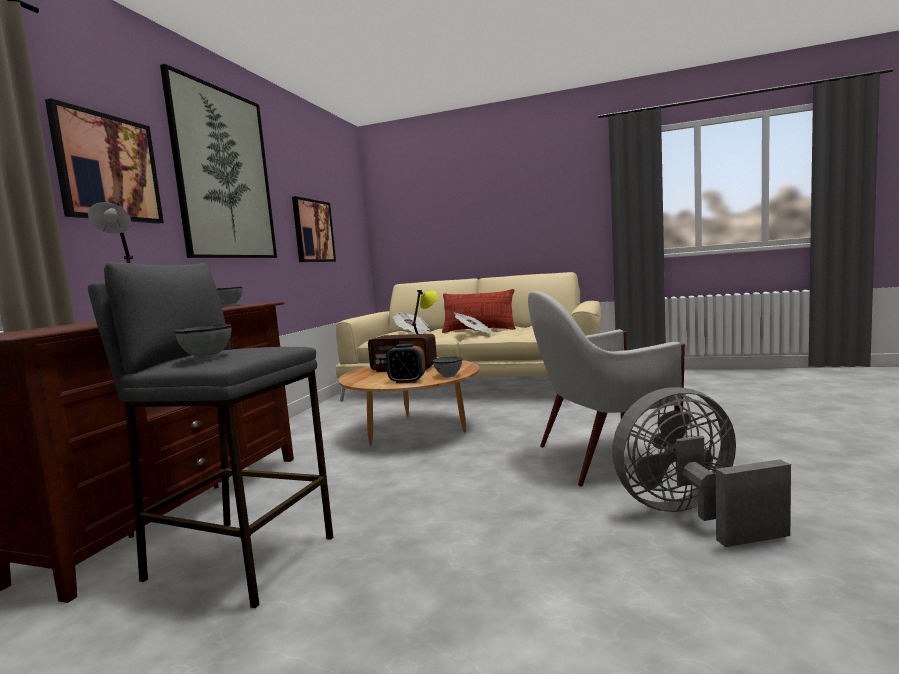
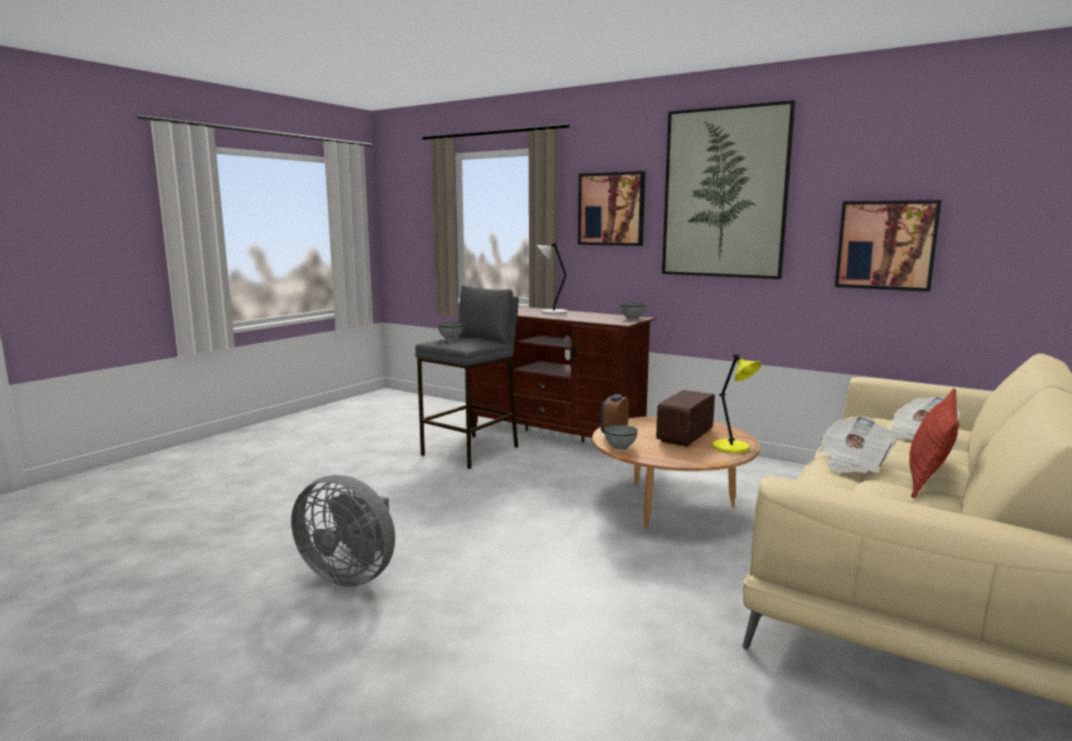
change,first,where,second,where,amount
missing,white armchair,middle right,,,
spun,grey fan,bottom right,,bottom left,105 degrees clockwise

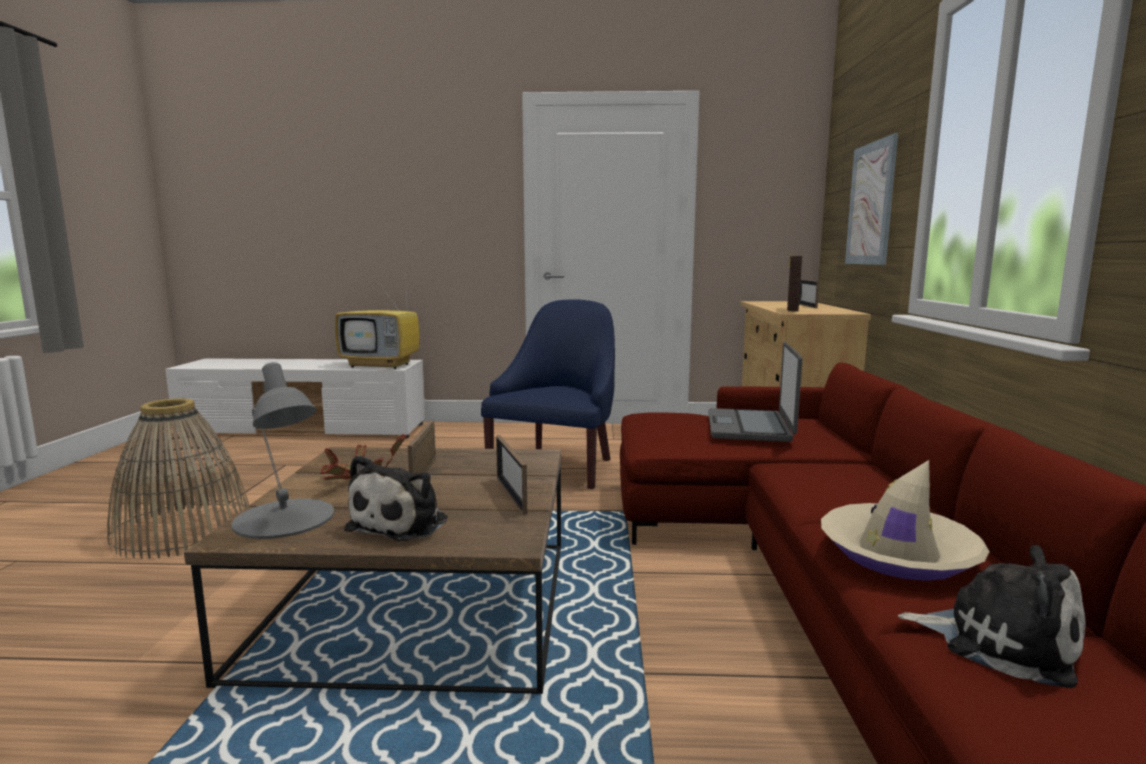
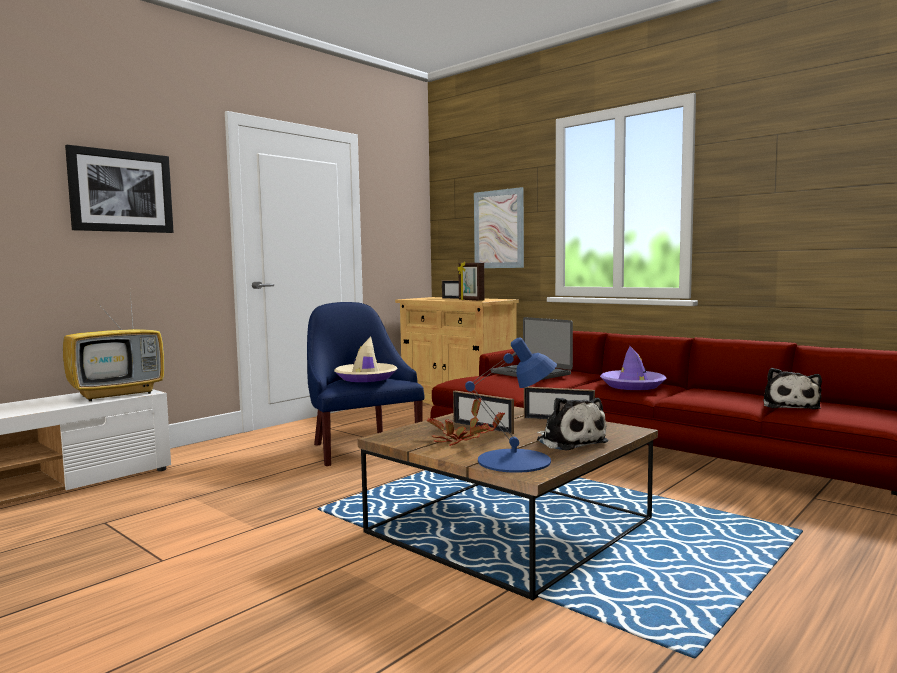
change,first,where,second,where,amount
colour,grey table lamp,middle left,blue table lamp,centre,
missing,basket,middle left,,,
relocated,beige hat,bottom right,,centre,
spun,plush toy (no. 2 from left),bottom right,,middle right,120 degrees clockwise
appeared,,,picture (no. 1 from left),top left,
appeared,,,purple hat,middle right,

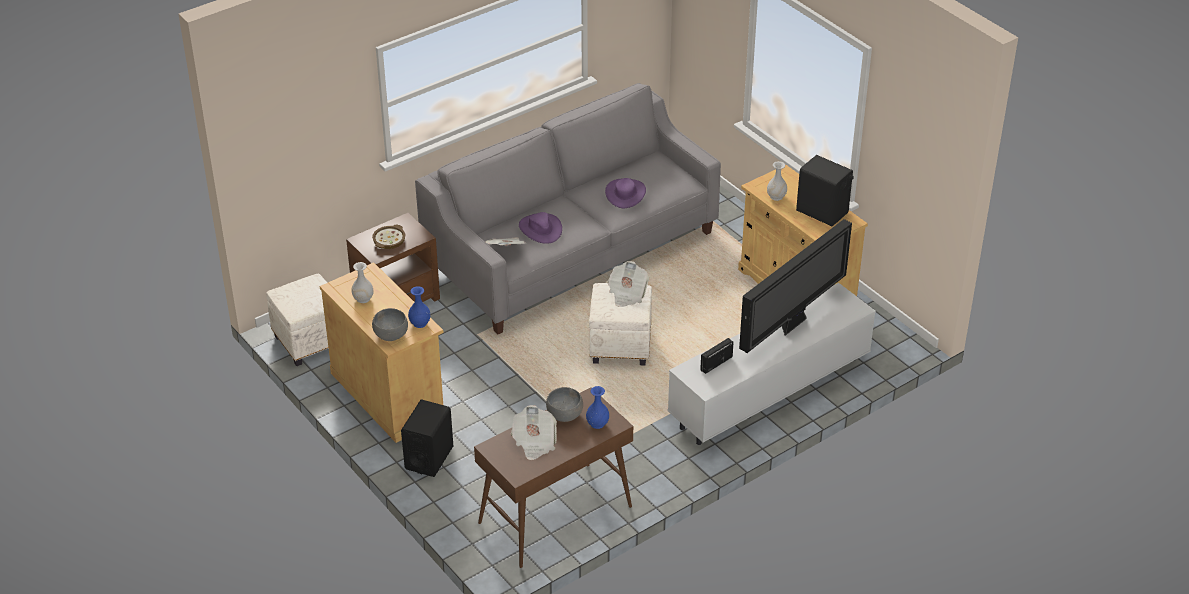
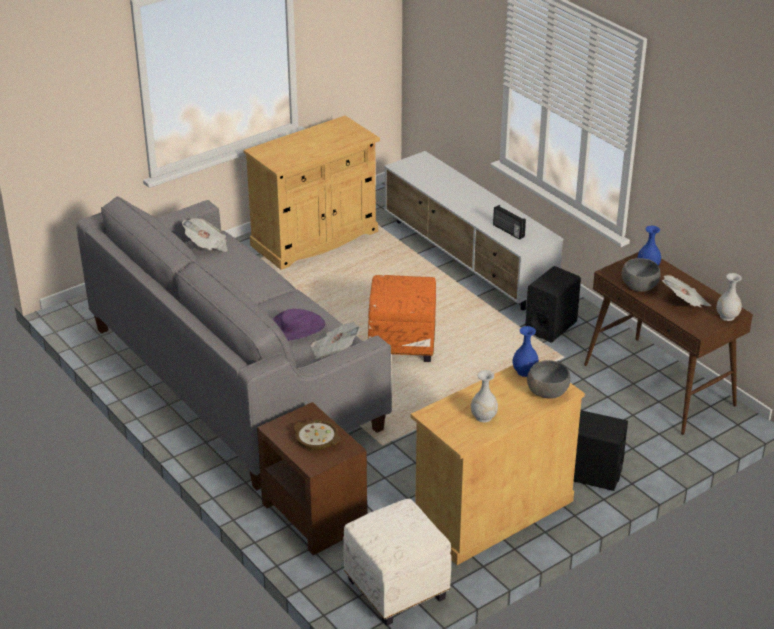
change,first,where,second,where,amount
relocated,black speaker (no. 2 from left in the first image),top right,black speaker (no. 1 from left),middle right,
relocated,white vase (no. 2 from left),top centre,,middle right,
missing,purple hat (no. 2 from left),top centre,,,
missing,television,middle right,,,
relocated,newspaper (no. 3 from left in the first image),centre,newspaper (no. 1 from left),middle left,
colour,white ottoman (no. 2 from left),centre,orange ottoman,centre,

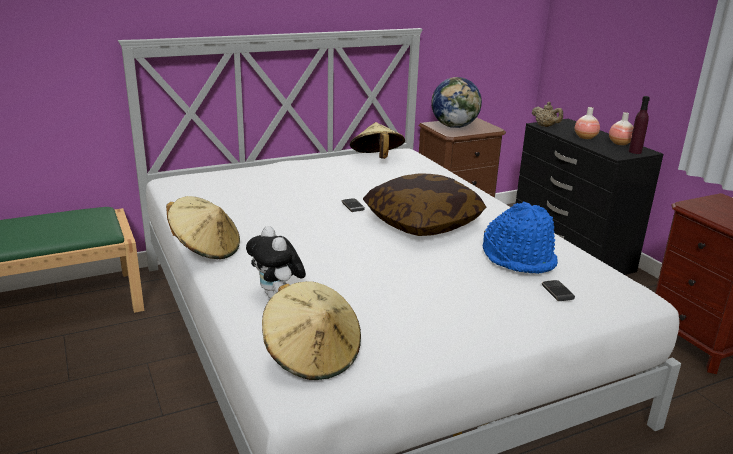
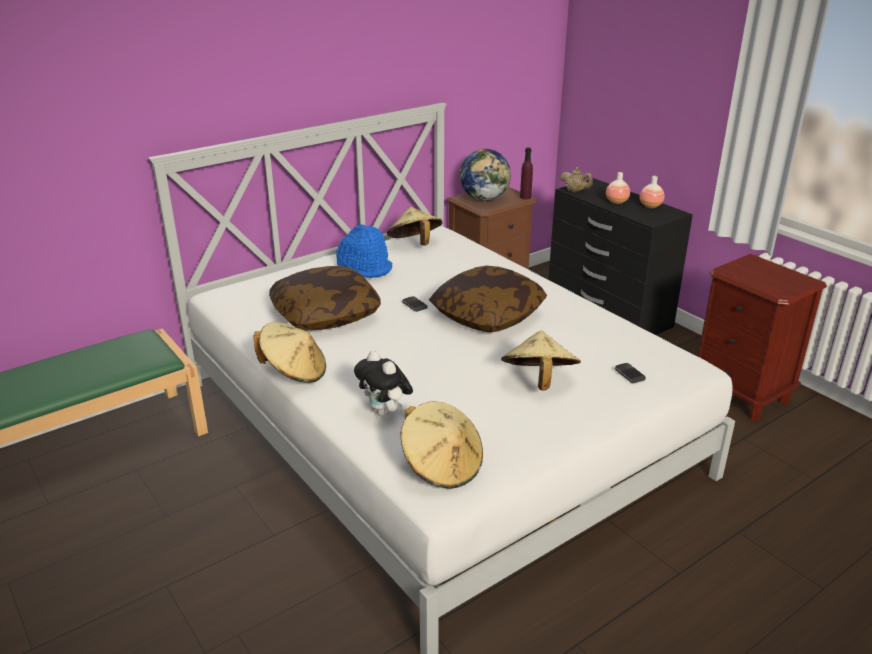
change,first,where,second,where,amount
relocated,purple bottle,top right,,top centre,
relocated,blue hat,middle right,,centre,
appeared,,,pillow (no. 1 from left),centre,
appeared,,,beige hat (no. 4 from left),centre,

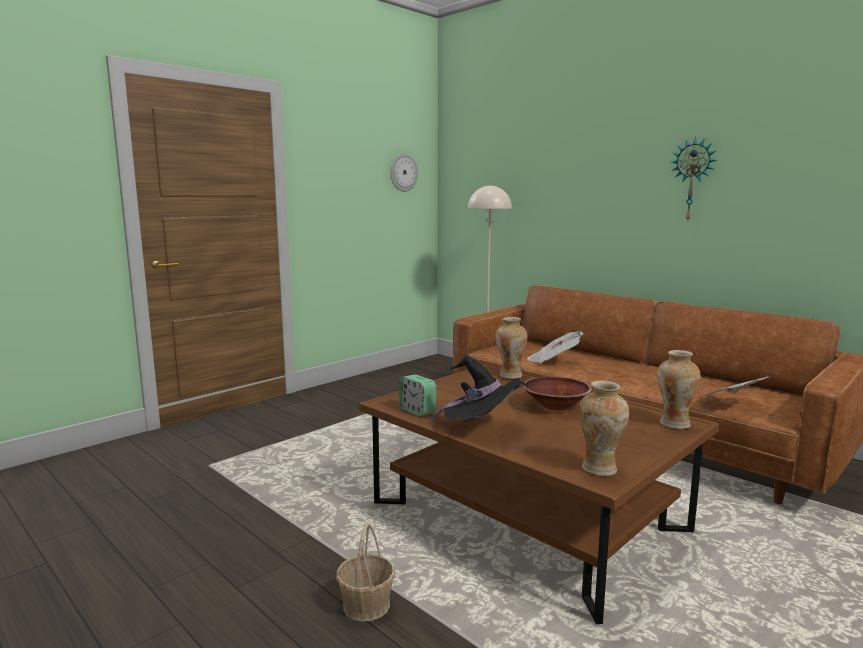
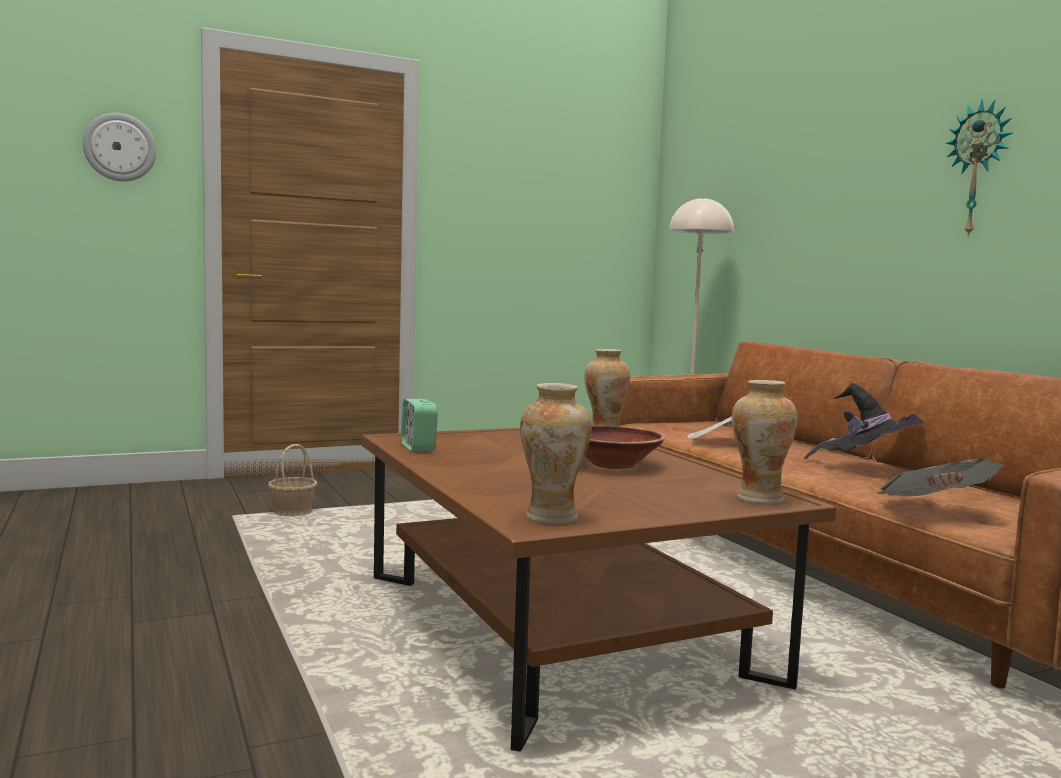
change,first,where,second,where,amount
relocated,wall clock (no. 1 from left),top centre,,top left,
relocated,black hat,centre,,middle right,
relocated,basket,bottom centre,,middle left,

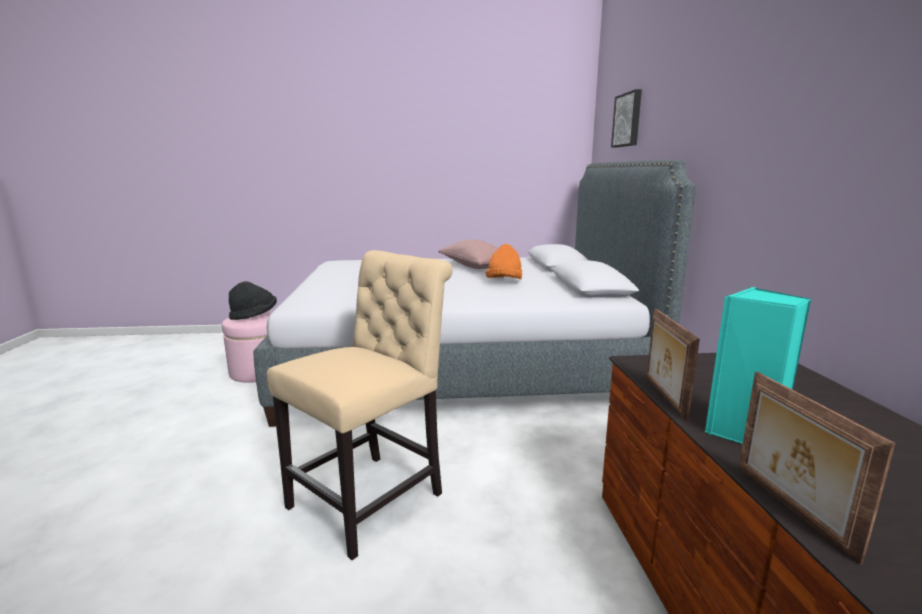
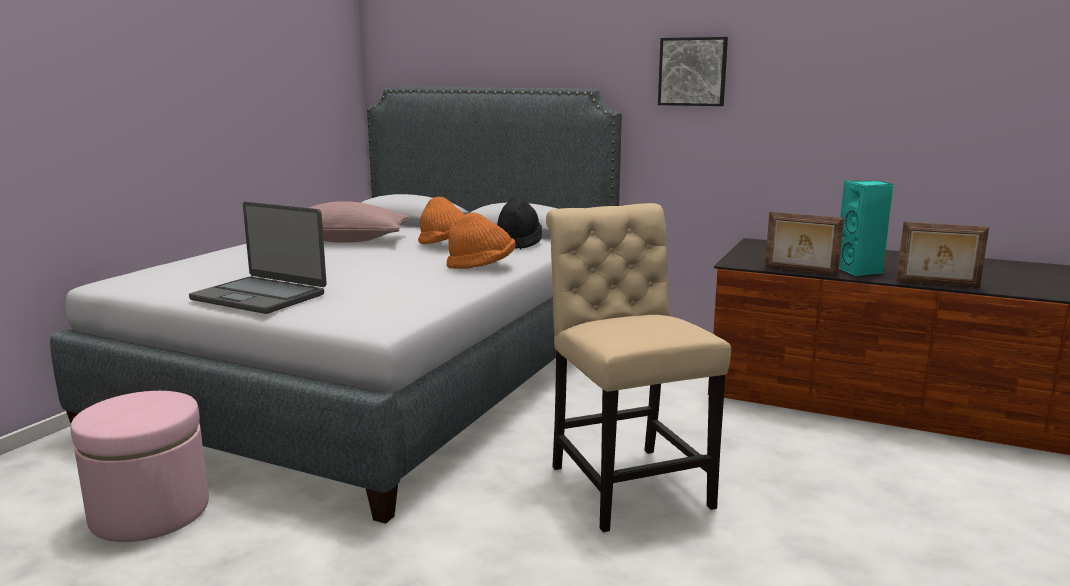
change,first,where,second,where,amount
relocated,picture,top right,,top centre,
relocated,black hat,middle left,,centre,
appeared,,,laptop,middle left,
appeared,,,orange hat (no. 2 from left),centre,

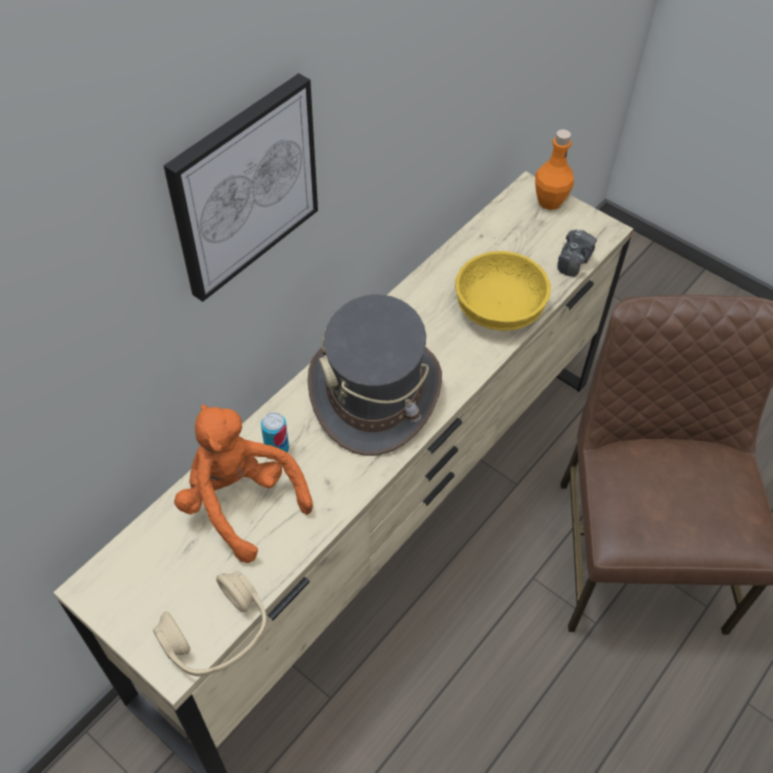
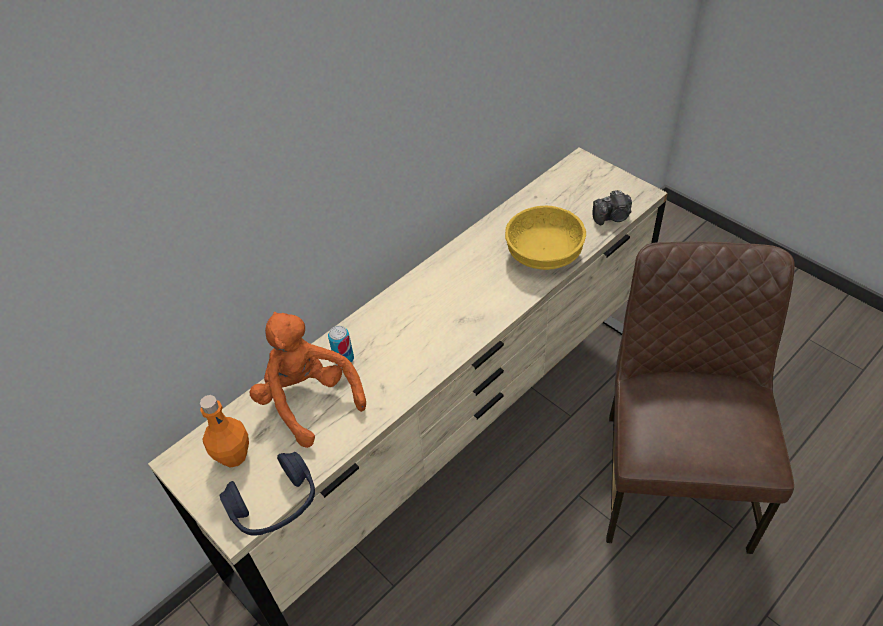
change,first,where,second,where,amount
missing,picture,top left,,,
relocated,orange bottle,top right,,bottom left,
spun,photo camera,top right,,top right,45 degrees clockwise
missing,grey hat,centre,,,
colour,beige headphones,bottom left,blue headphones,bottom left,

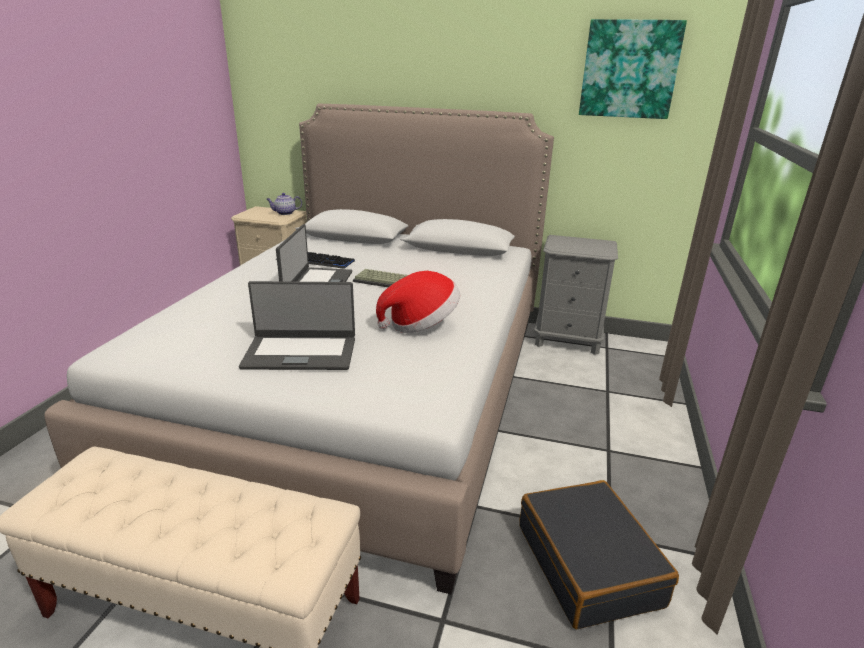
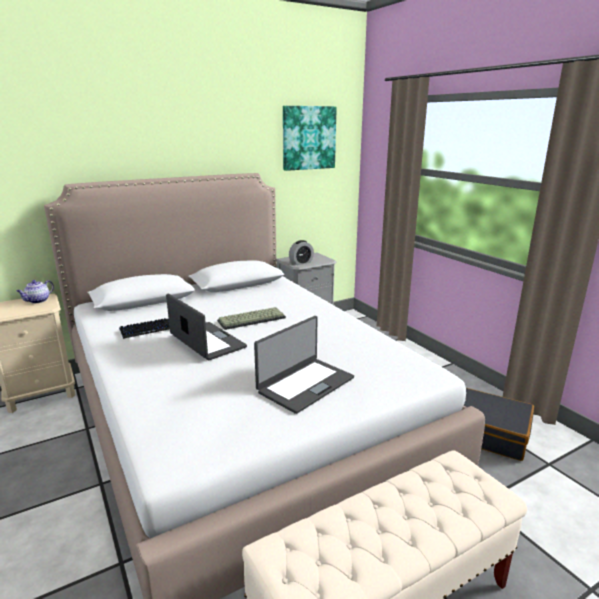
change,first,where,second,where,amount
missing,hat,centre,,,
appeared,,,alarm clock,centre,

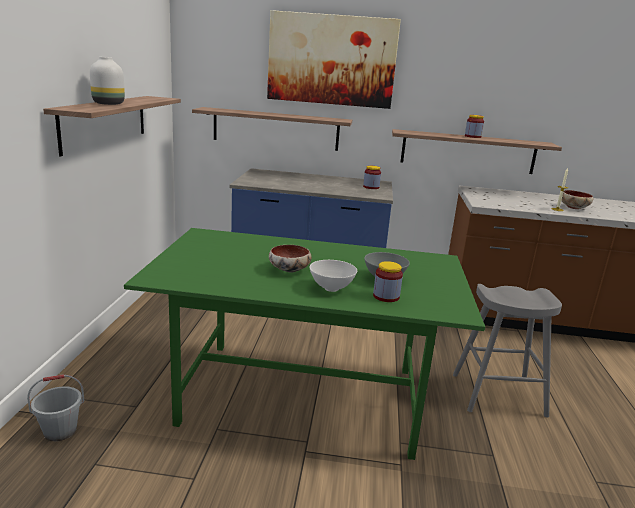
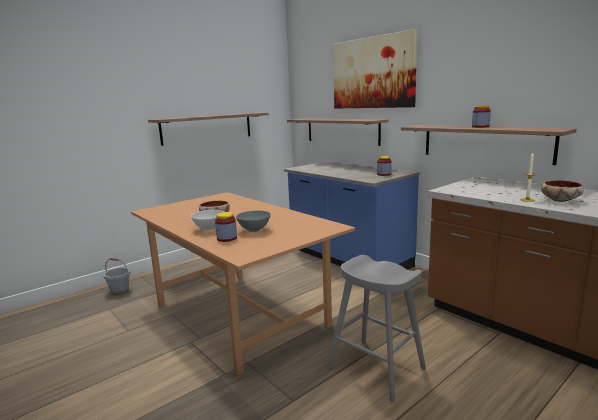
change,first,where,second,where,amount
missing,white vase,top left,,,
colour,green dining table,bottom centre,brown dining table,bottom centre,

